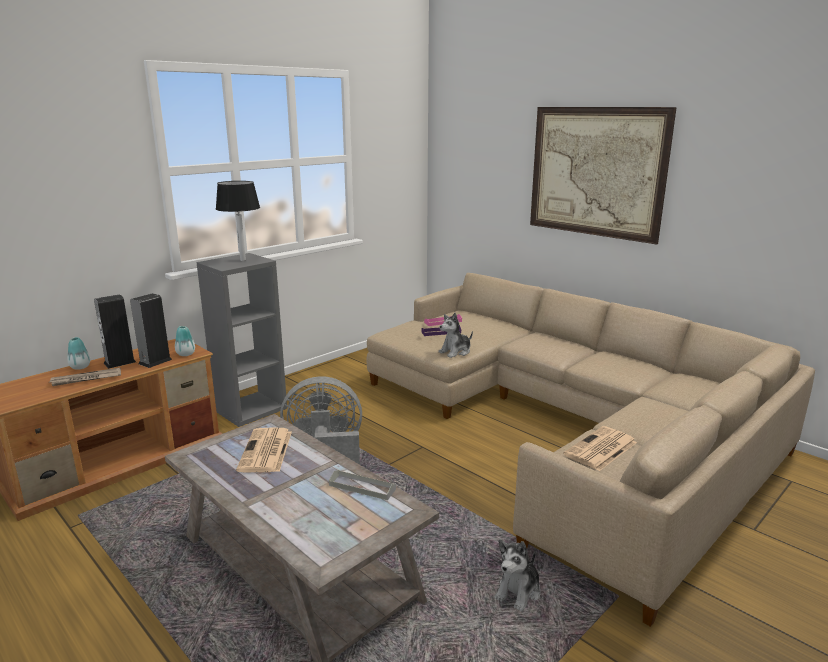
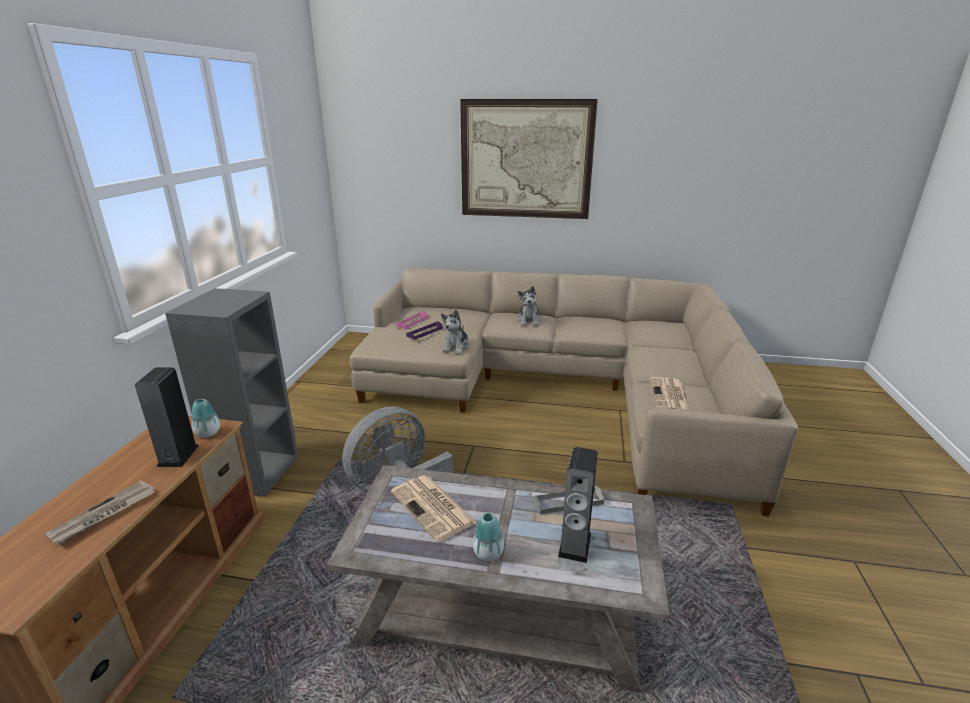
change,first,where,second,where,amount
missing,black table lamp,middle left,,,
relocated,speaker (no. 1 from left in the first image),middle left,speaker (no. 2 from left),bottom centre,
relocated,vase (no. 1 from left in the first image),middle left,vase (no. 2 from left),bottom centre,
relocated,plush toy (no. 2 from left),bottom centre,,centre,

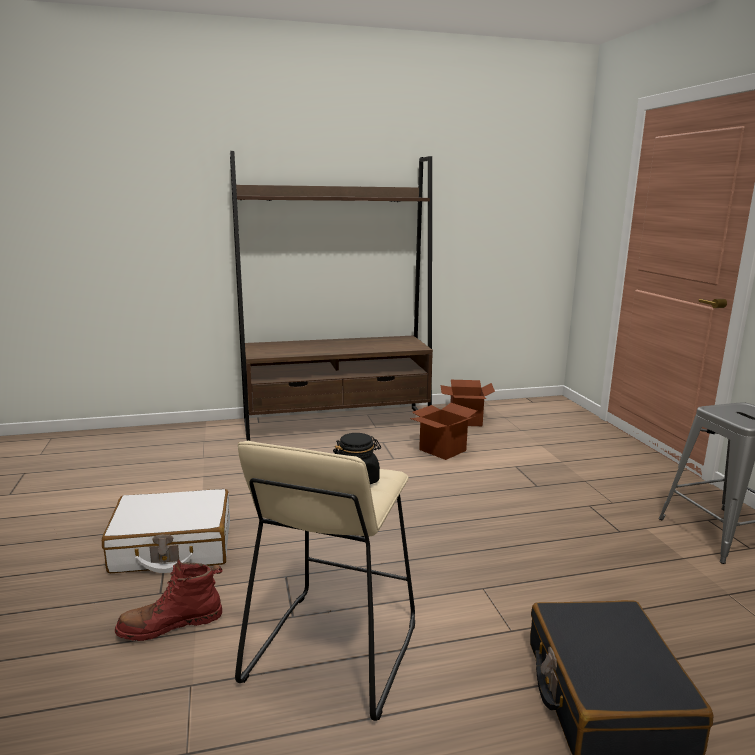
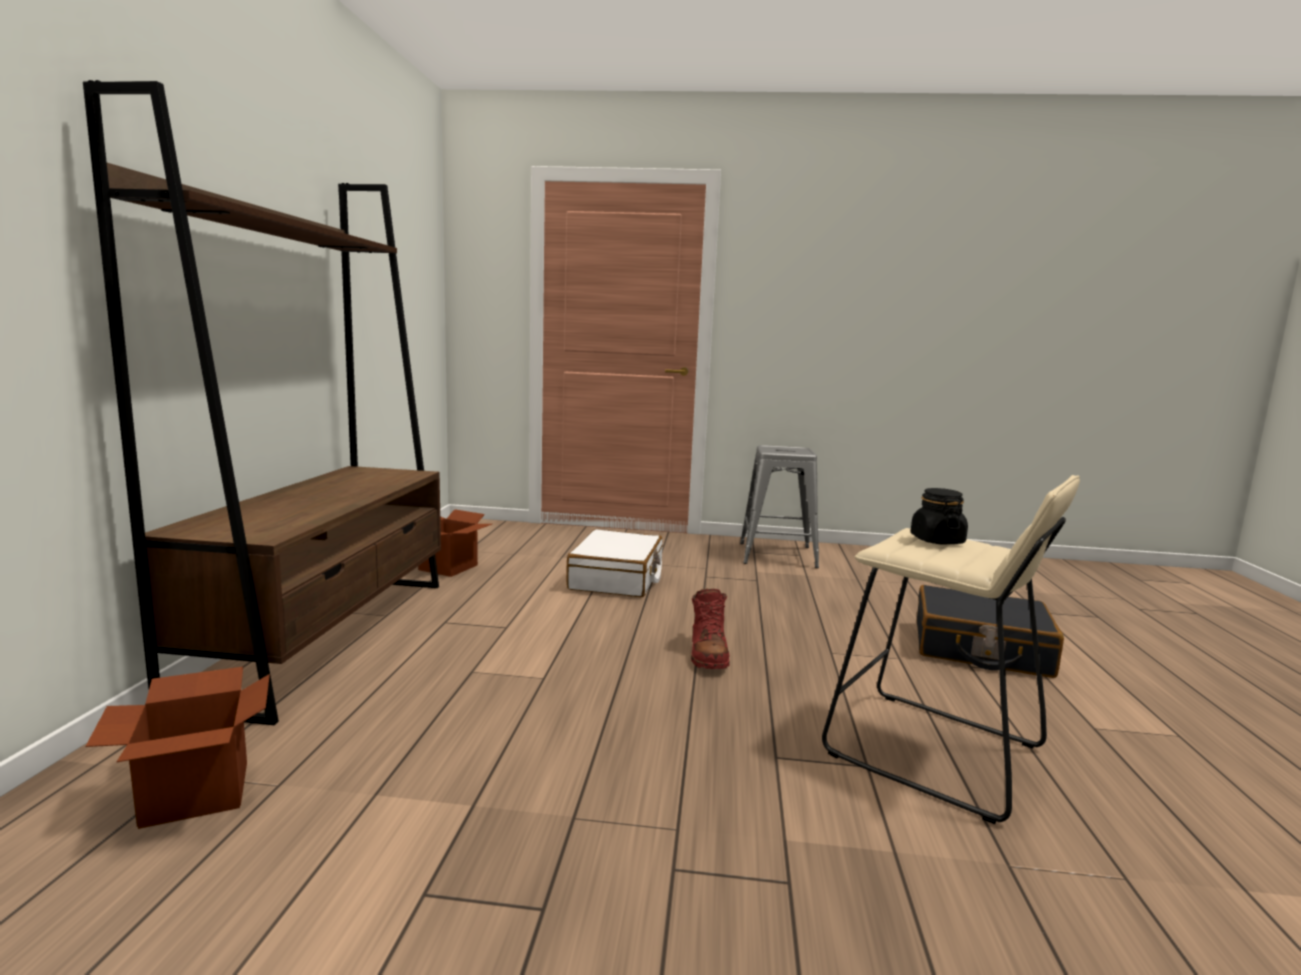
change,first,where,second,where,amount
relocated,cardboard box (no. 1 from left),centre,,bottom left,
relocated,white suitcase,bottom left,,centre,
relocated,red boot,bottom left,,centre,

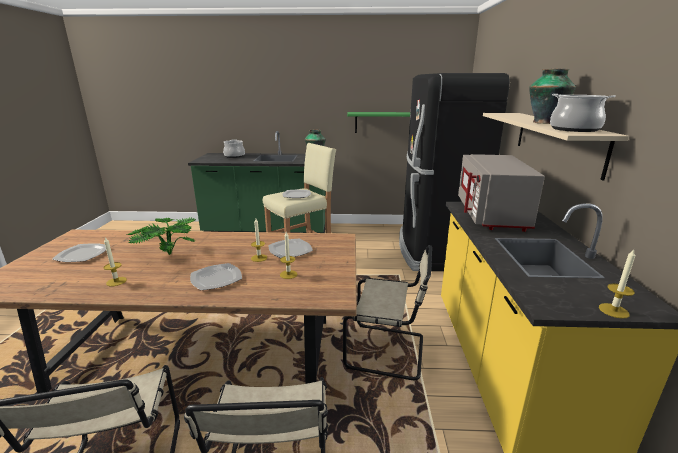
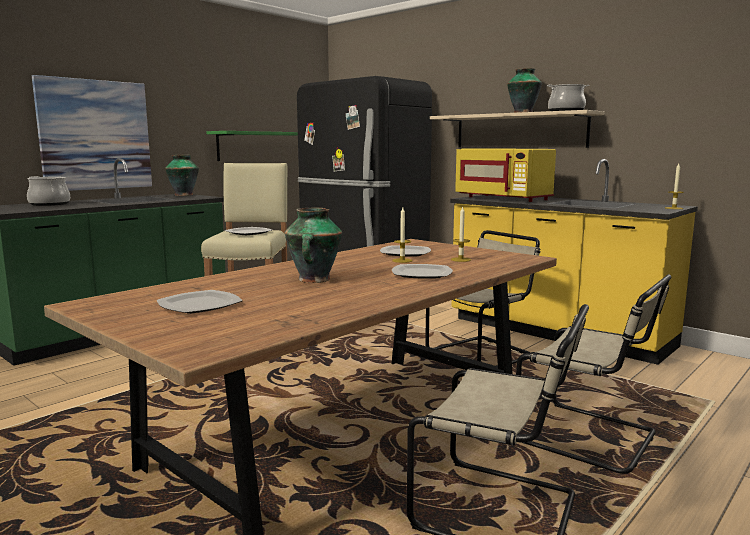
change,first,where,second,where,amount
colour,grey microwave,middle right,yellow microwave,top right,
exchanged,potted plant,middle left,vase (no. 2 from left),centre,
missing,candle (no. 1 from left),middle left,,,
appeared,,,picture,top left,

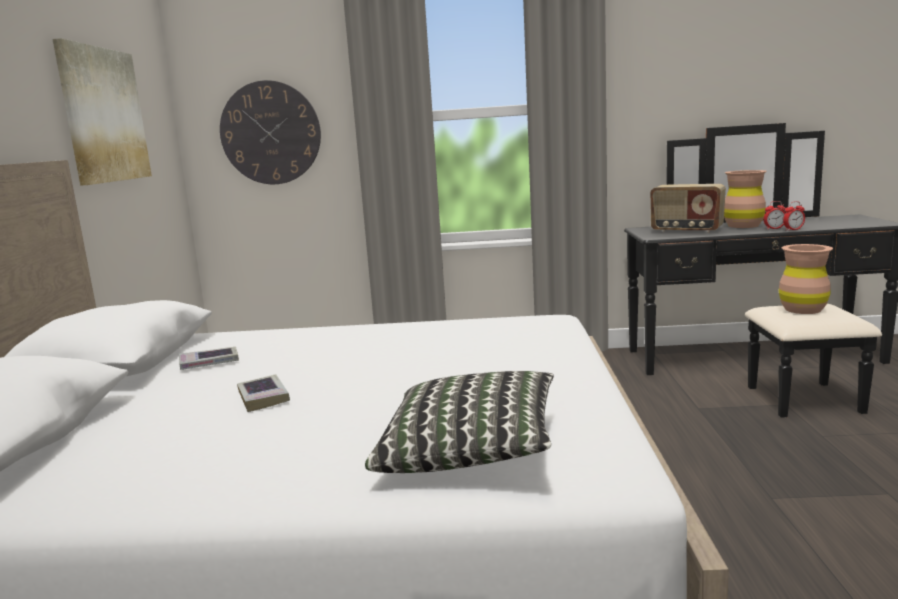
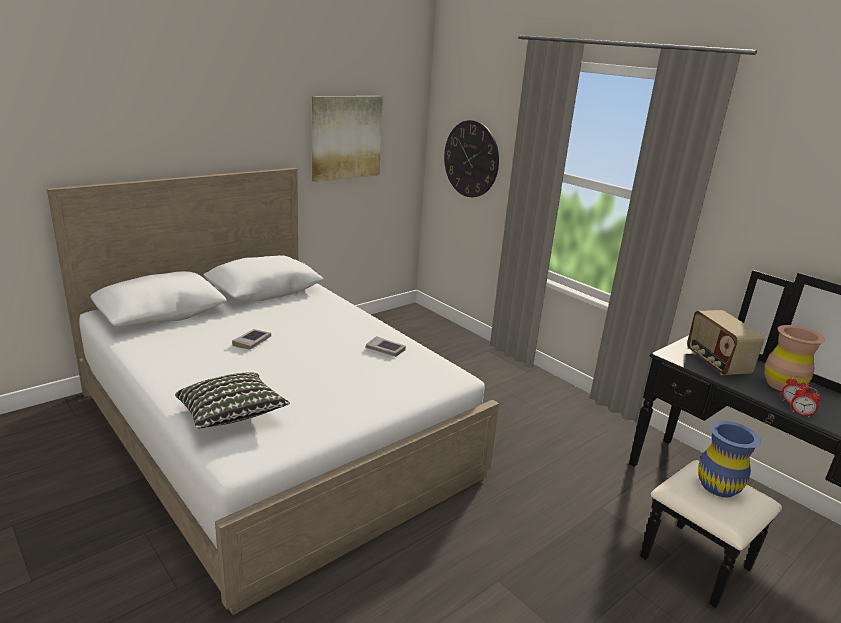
change,first,where,second,where,amount
colour,brown vase (no. 2 from left),middle right,blue vase,bottom right,
relocated,book (no. 1 from left in the first image),middle left,book (no. 2 from left),centre,

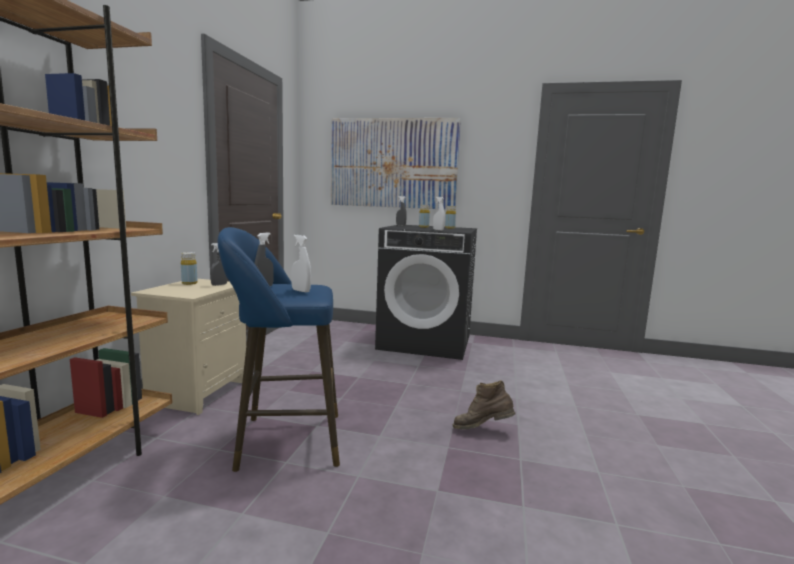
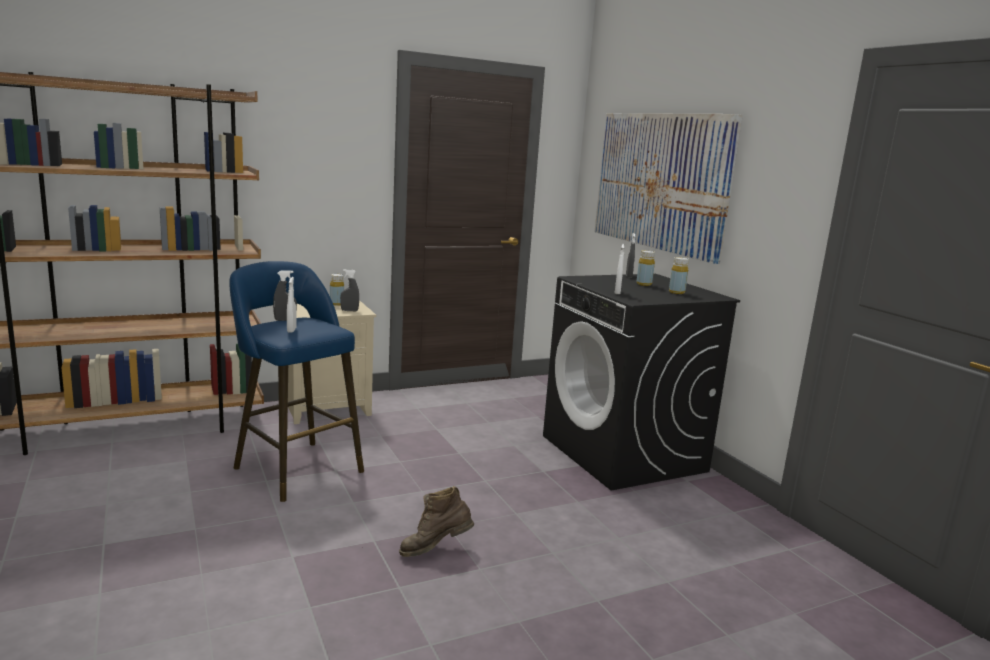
change,first,where,second,where,amount
spun,brown boot,bottom centre,,bottom centre,75 degrees counterclockwise

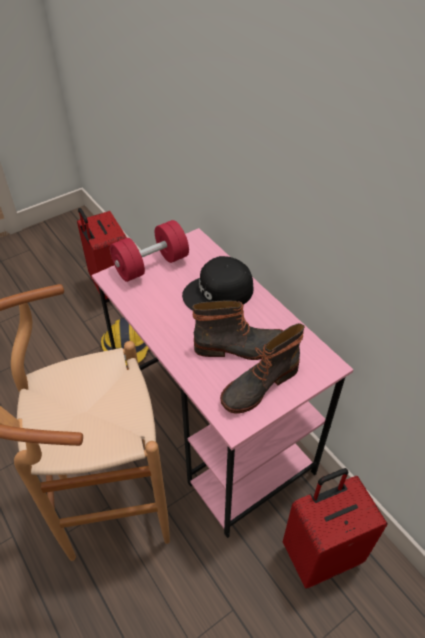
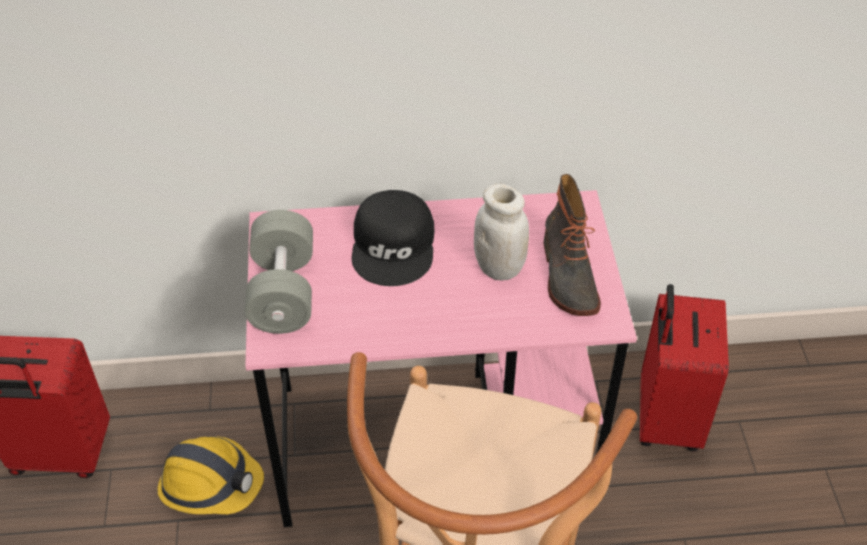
change,first,where,second,where,amount
colour,red dumbbell,centre,grey dumbbell,middle left,
exchanged,boot (no. 1 from left),centre,white jar,centre,

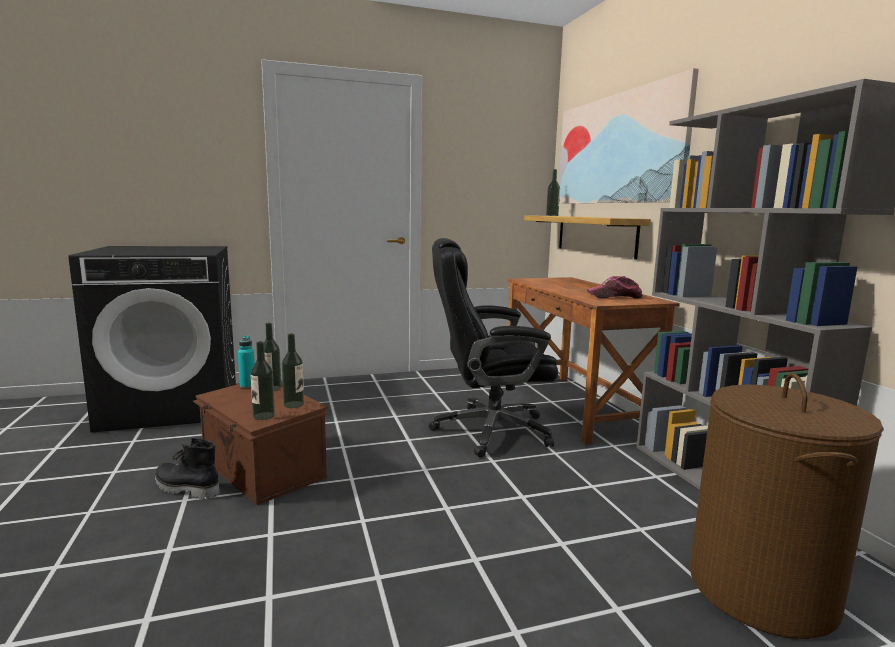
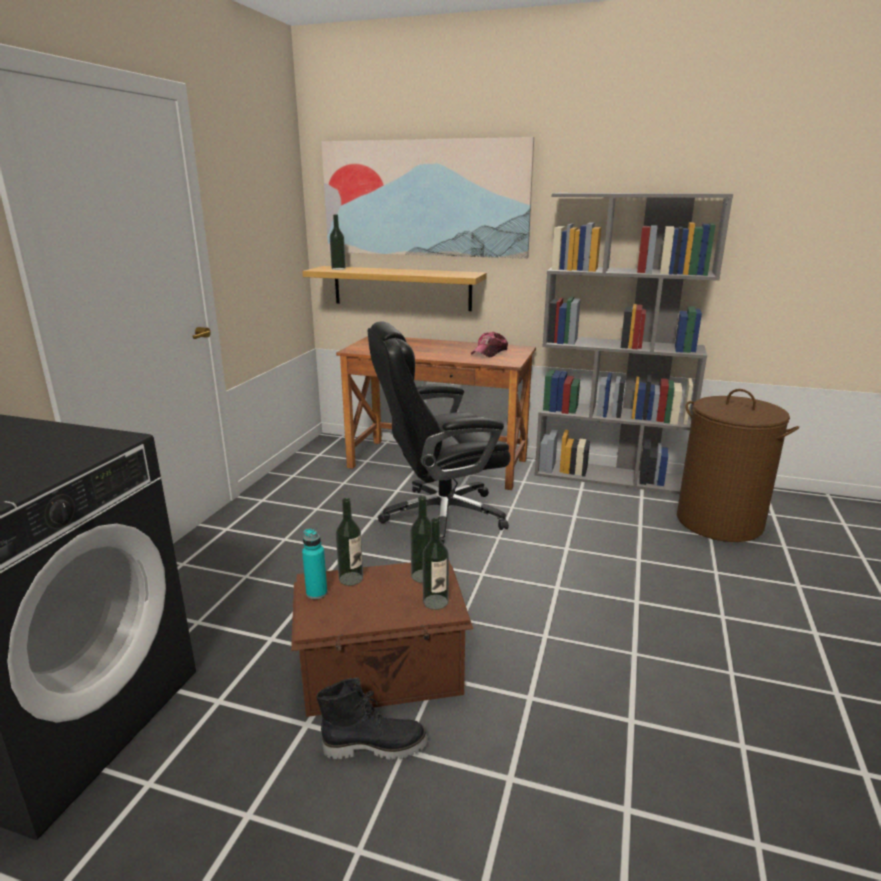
change,first,where,second,where,amount
spun,black office chair,centre,,centre,45 degrees clockwise
spun,black boot,bottom left,,bottom centre,150 degrees counterclockwise

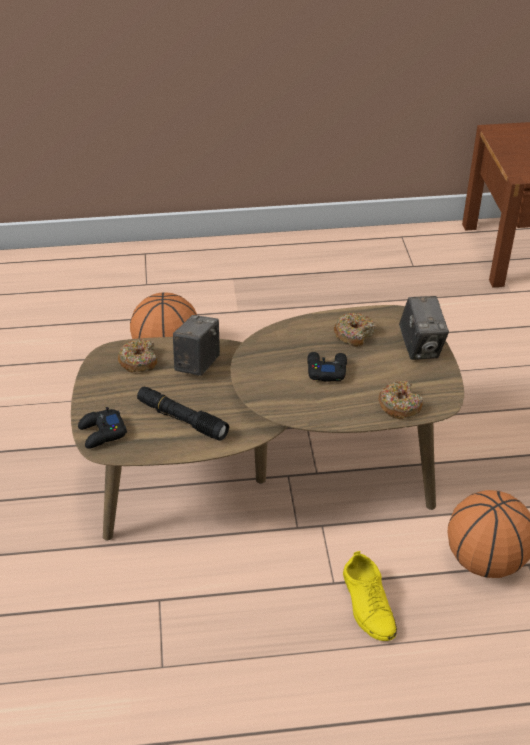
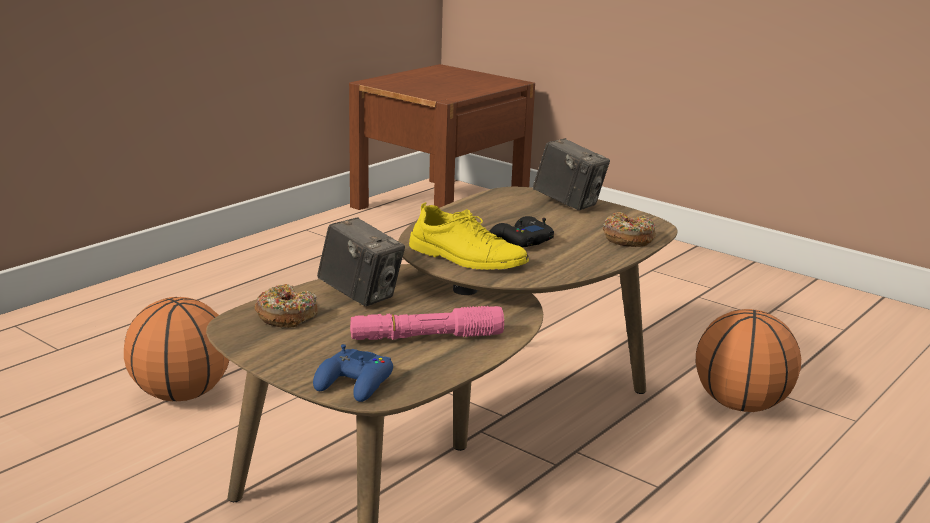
change,first,where,second,where,amount
missing,donut (no. 2 from left),middle right,,,
spun,photo camera (no. 1 from left),centre,,centre,150 degrees clockwise
colour,black flashlight,centre,pink flashlight,centre,
colour,black game controller (no. 1 from left),middle left,blue game controller,bottom centre,
relocated,yellow shoe,bottom right,,centre,

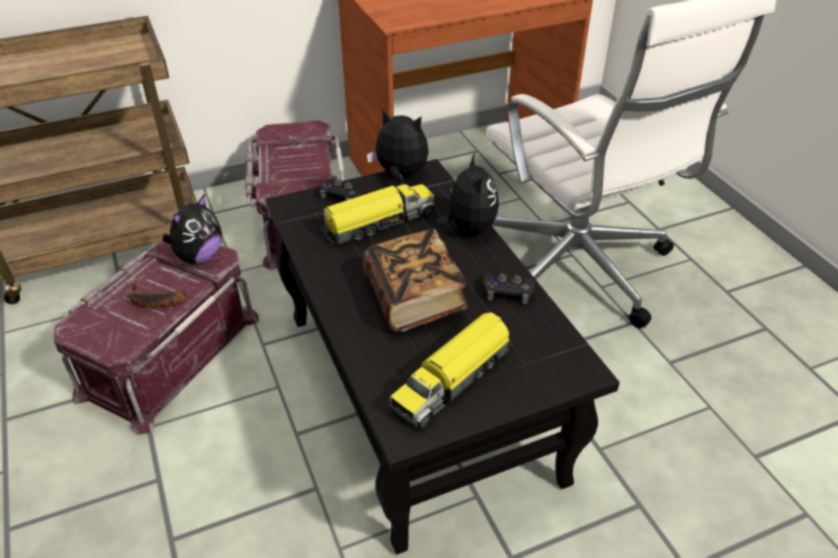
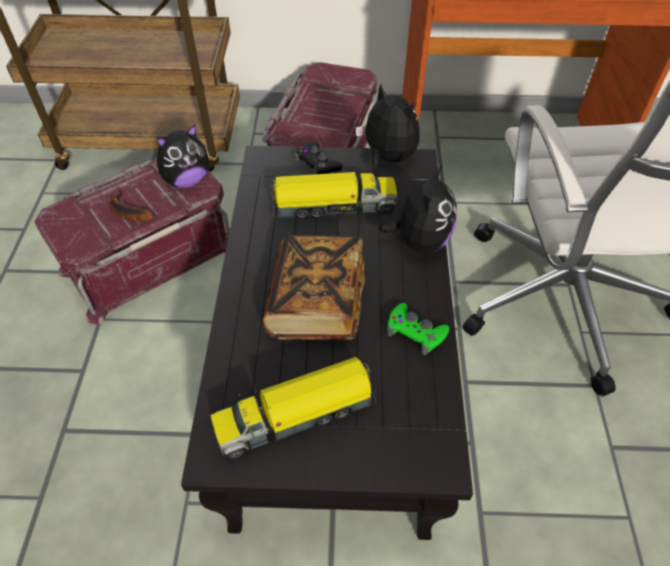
change,first,where,second,where,amount
colour,black game controller (no. 2 from left),centre,green game controller,centre,

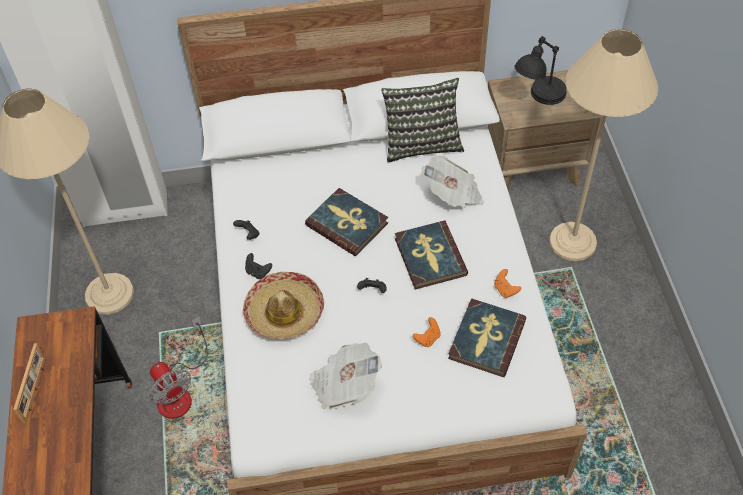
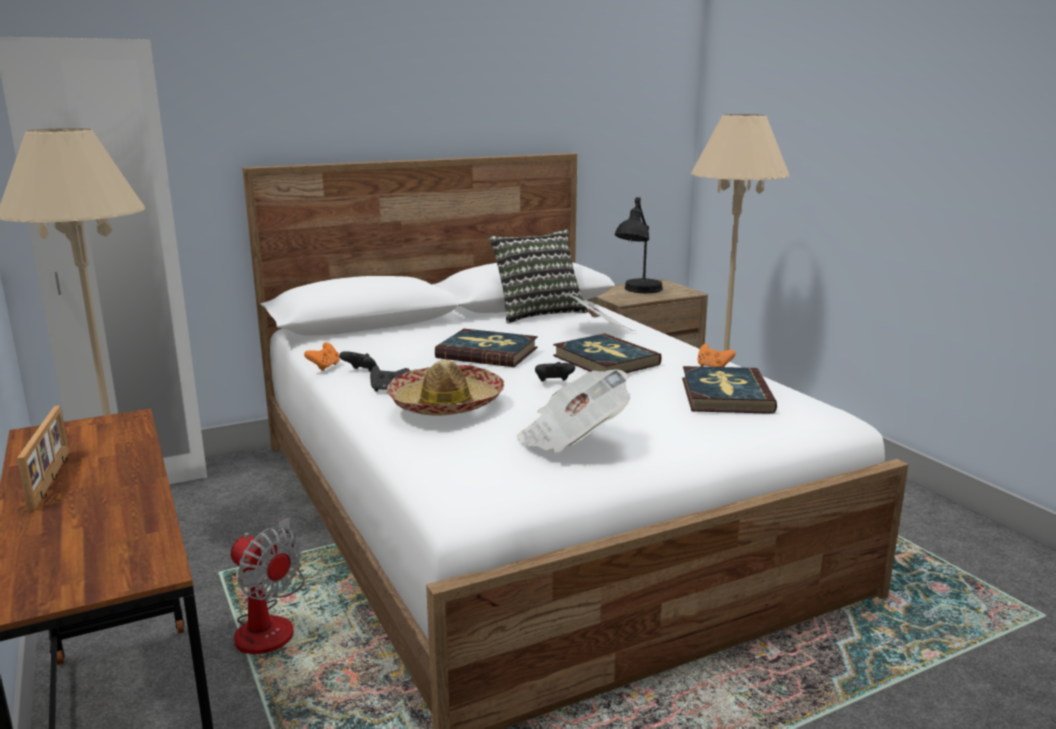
change,first,where,second,where,amount
relocated,orange game controller (no. 1 from left),bottom centre,,middle left,

